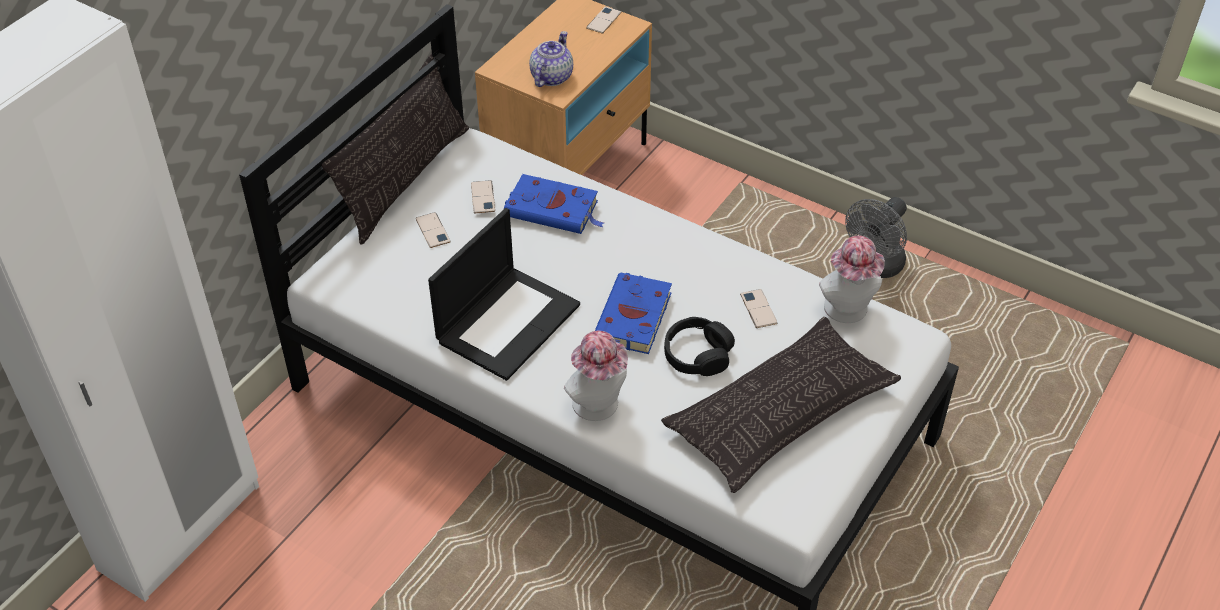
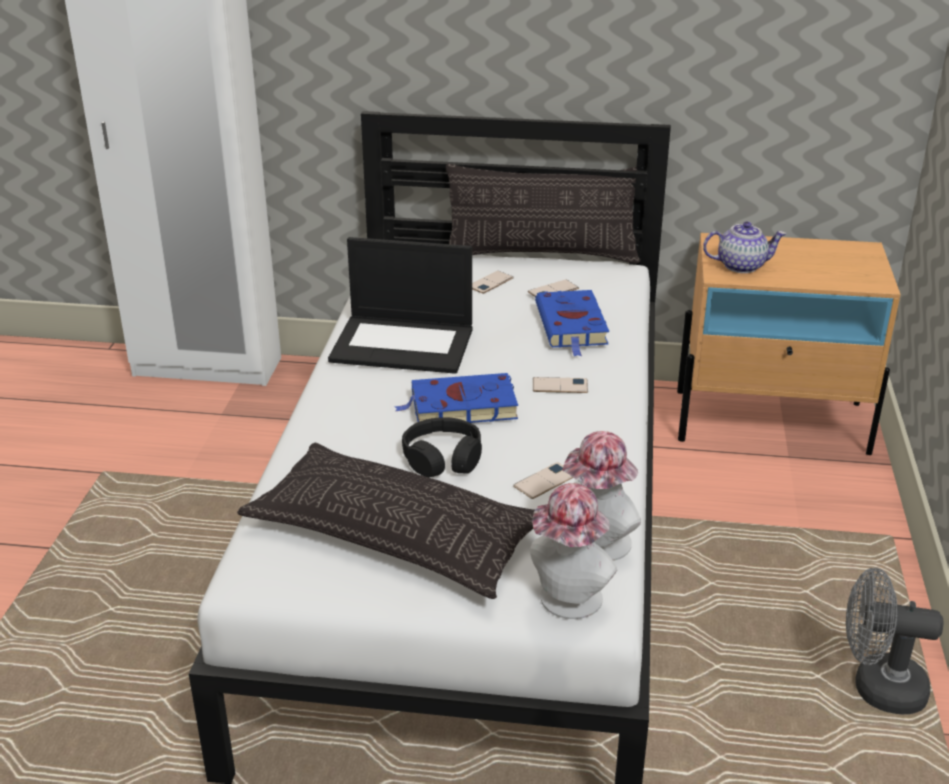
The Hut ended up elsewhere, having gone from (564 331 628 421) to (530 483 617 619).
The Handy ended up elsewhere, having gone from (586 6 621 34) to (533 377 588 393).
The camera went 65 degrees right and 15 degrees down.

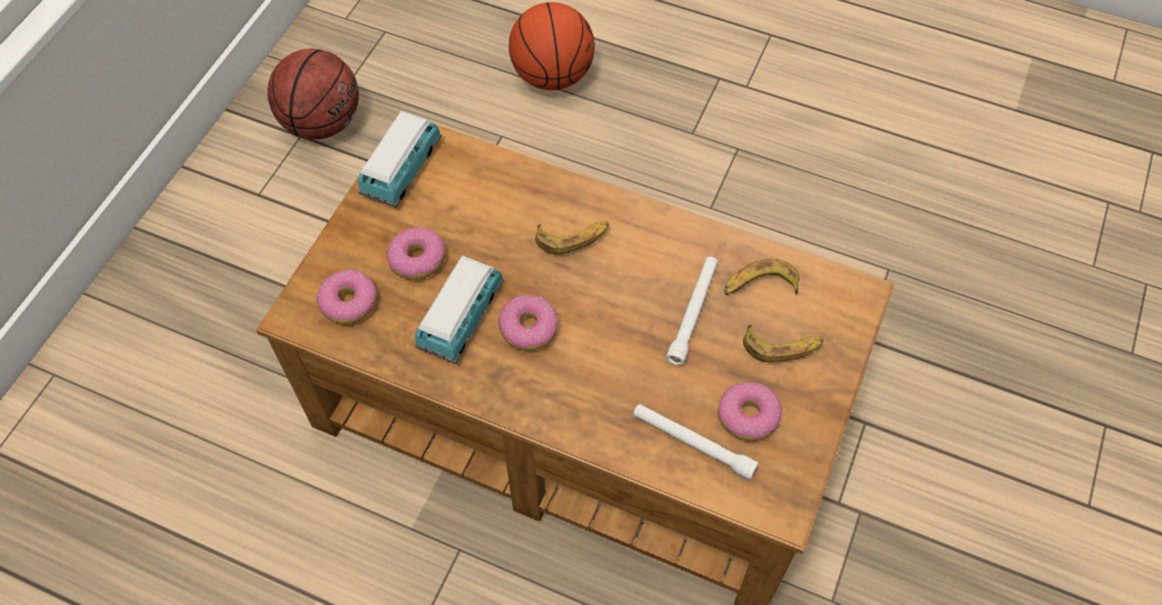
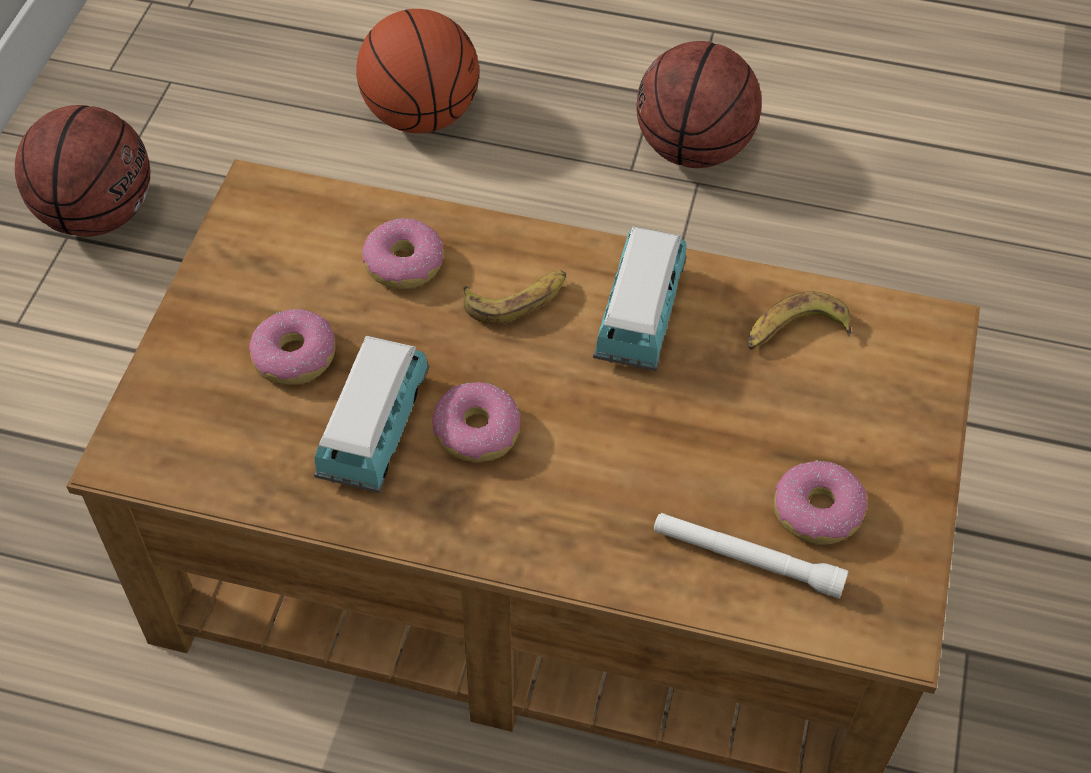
The second view lost the Taschenlampe [weiß] at (666 257 718 365).
The second view lost the Banane at (743 324 824 362).
The second view gained the Basketball at (636 41 762 168).
The Donut ended up elsewhere, having gone from (317 270 377 325) to (362 218 443 289).
The Spielzeugauto ended up elsewhere, having gone from (358 111 441 207) to (593 226 686 371).
The camera went 10 degrees left and 5 degrees down.

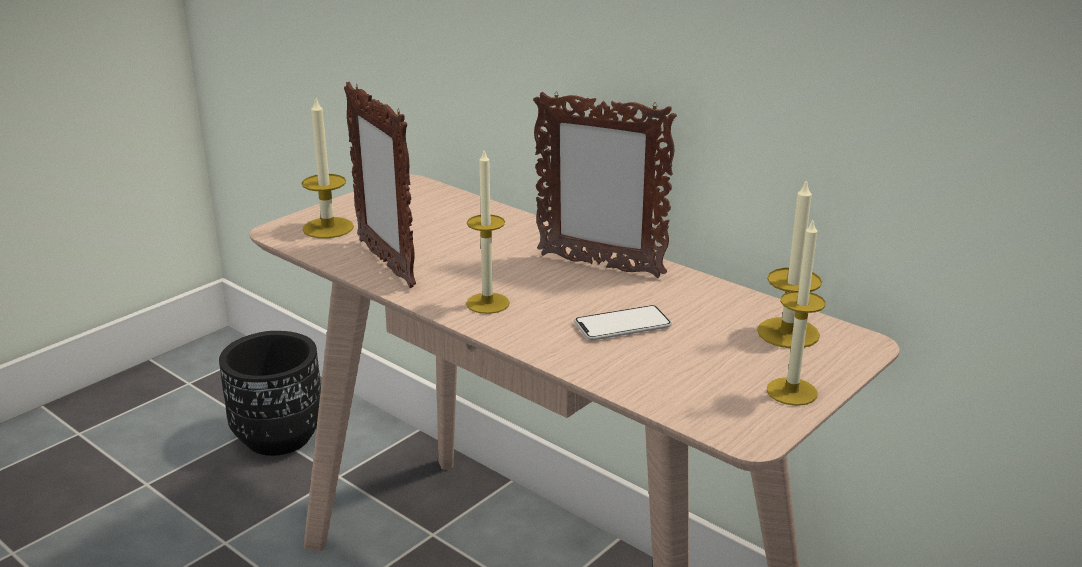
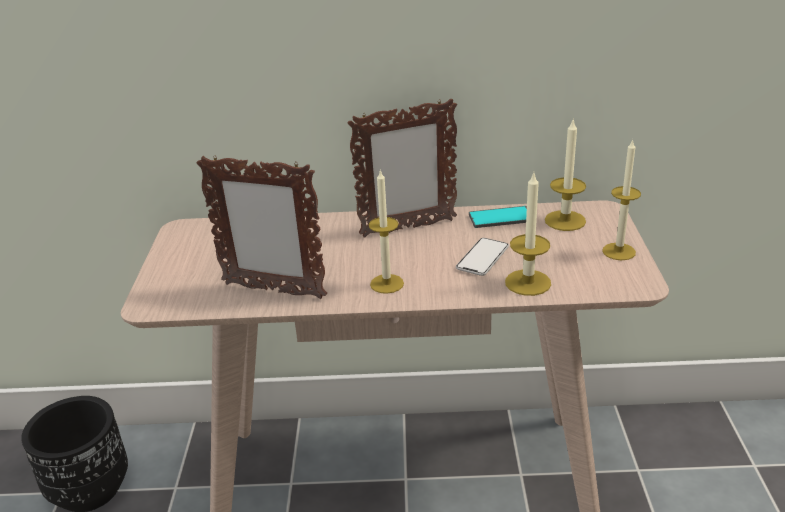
The second view gained the Handy at (469 206 527 228).
The Kerze ended up elsewhere, having gone from (302 96 354 238) to (505 173 551 296).
The camera went 40 degrees left and 5 degrees up.

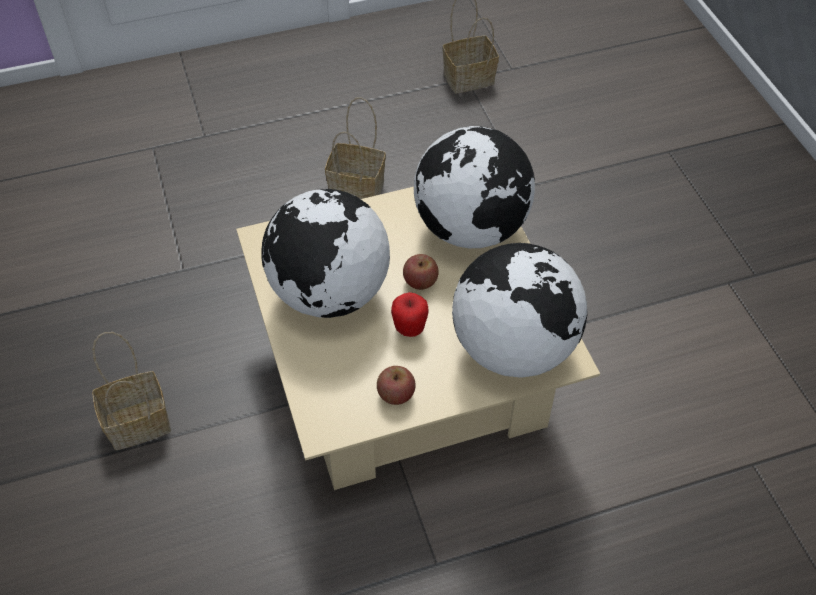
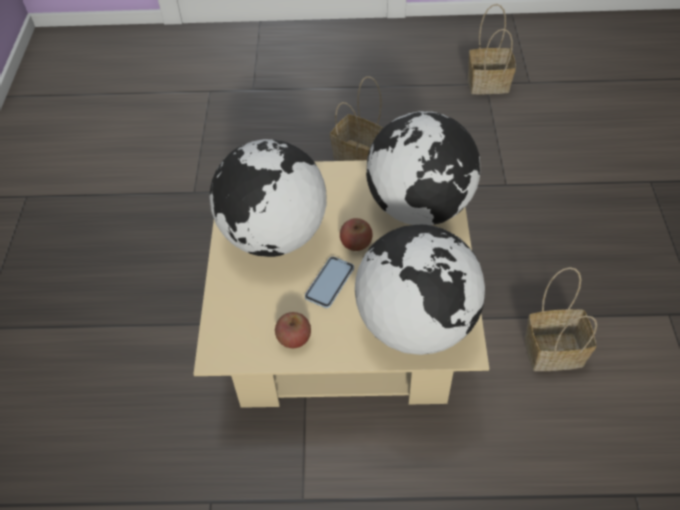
The Korb ended up elsewhere, having gone from (92 332 171 450) to (524 267 597 371).
Where the Apfel stood at (391 292 429 337), the Handy came to stand at (305 256 354 308).
The camera went 20 degrees right and 0 degrees up.

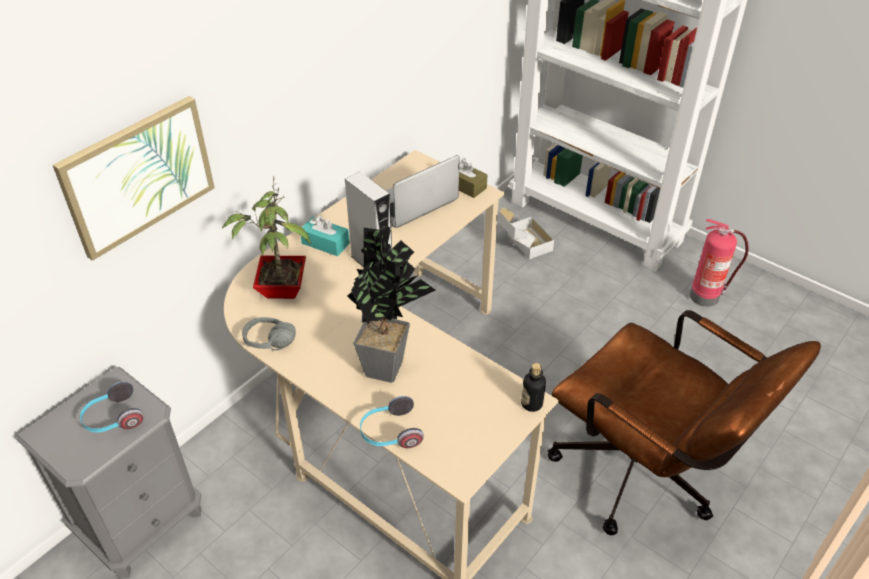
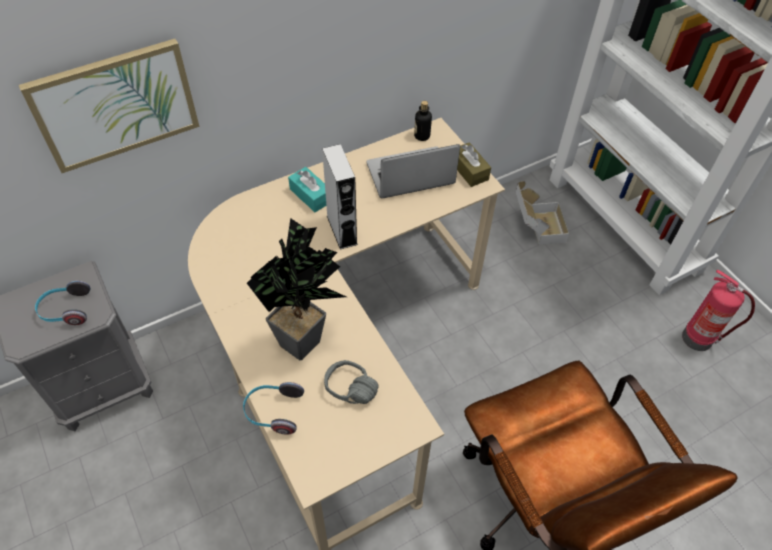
The second view lost the Topfpflanze at (222 177 311 299).
The Kopfhörer [grau] ended up elsewhere, having gone from (242 317 296 350) to (324 360 379 404).
The Flasche ended up elsewhere, having gone from (521 363 546 412) to (414 101 432 141).
The camera went 20 degrees right and 10 degrees up.

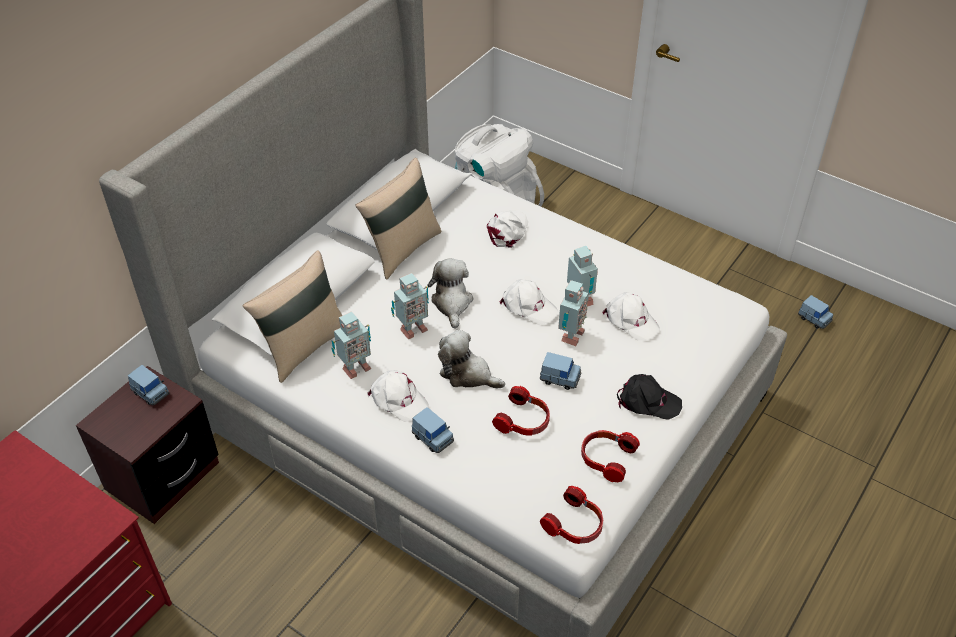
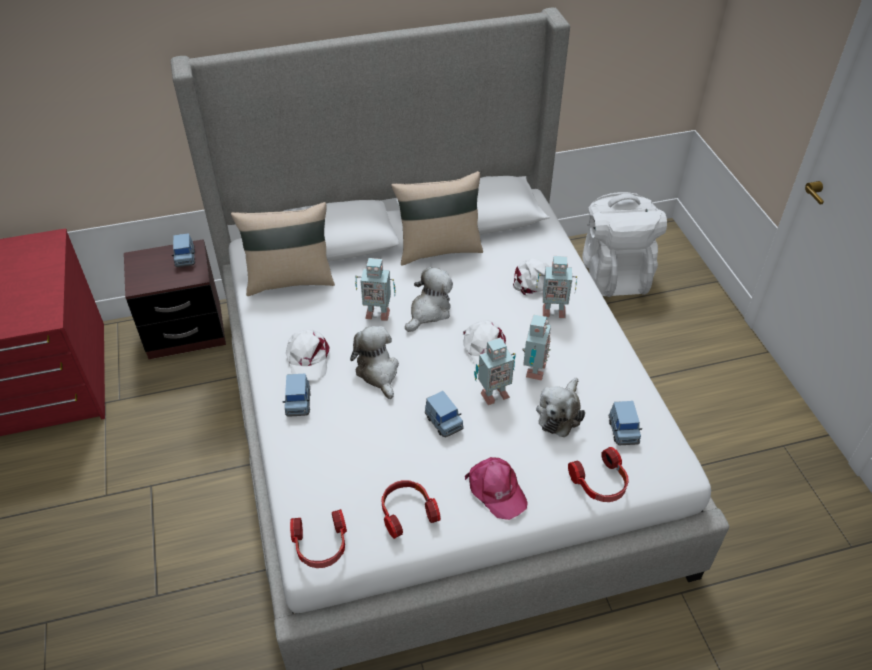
The Spielzeugroboter ended up elsewhere, having gone from (331 311 372 379) to (536 256 577 318).
The Kopfhörer ended up elsewhere, having gone from (492 386 550 436) to (568 447 629 502).
The Spielzeugauto [blau] ended up elsewhere, having gone from (798 295 833 329) to (608 401 642 446).
Where the Kappe [weiß] stood at (602 292 660 340), the Plüschtier came to stand at (536 378 585 438).
What was the Kappe [schwarz] at (617 374 682 420) turned into the Kappe [rosa] at (465 457 528 520).
The camera went 40 degrees right and 0 degrees up.

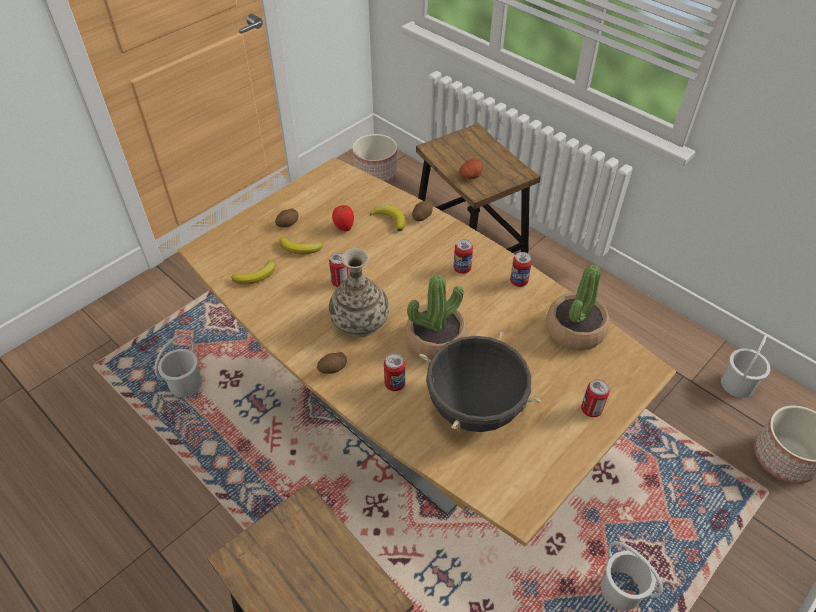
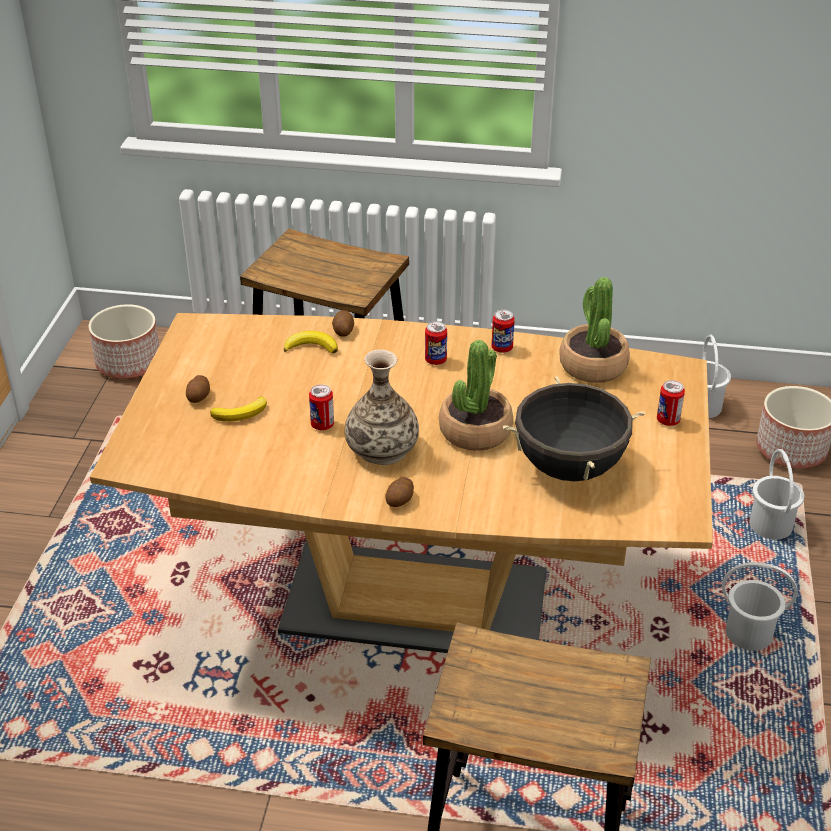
The second view lost the Banane at (231 260 275 285).
The second view lost the Tomate at (332 204 354 231).
The second view lost the Dose at (384 354 405 391).
The second view lost the Kartoffel at (459 158 483 179).
The Eimer [weiß] ended up elsewhere, having gone from (154 334 202 397) to (749 449 804 540).
The camera went 35 degrees left and 10 degrees down.

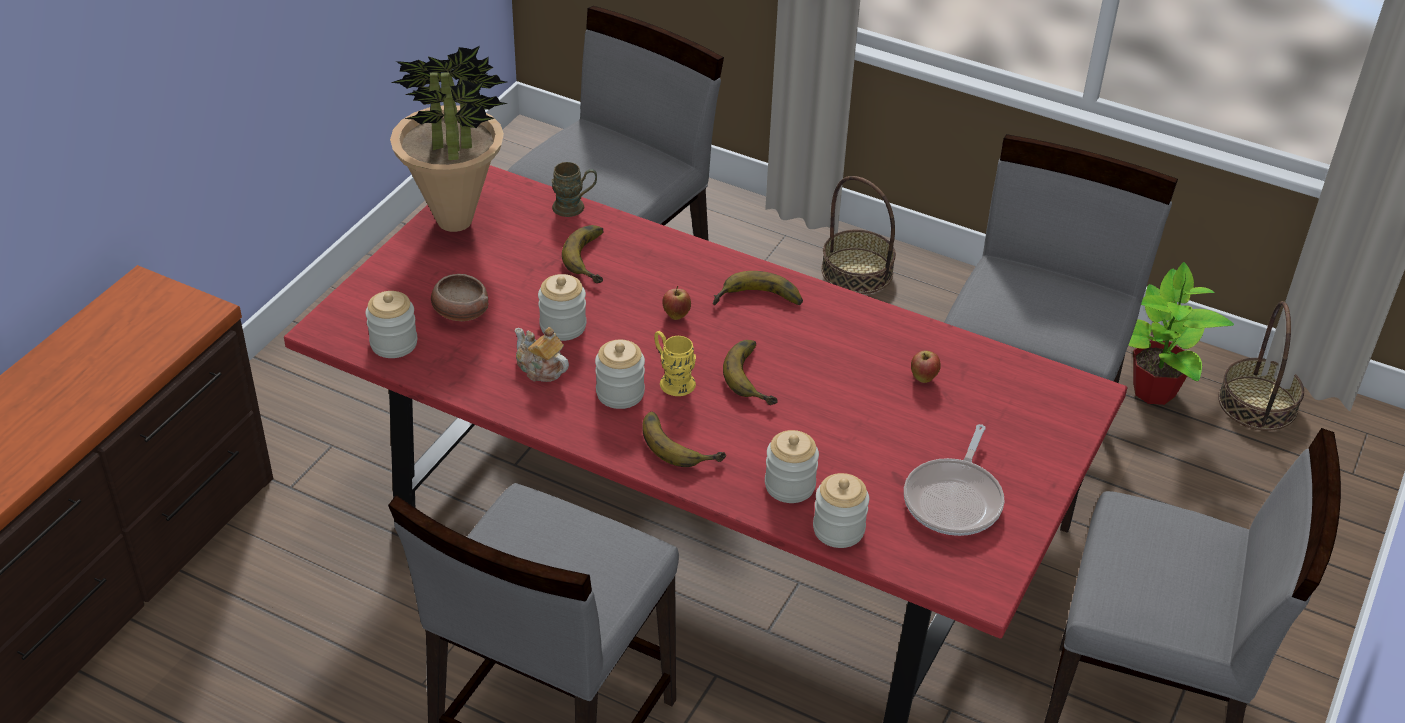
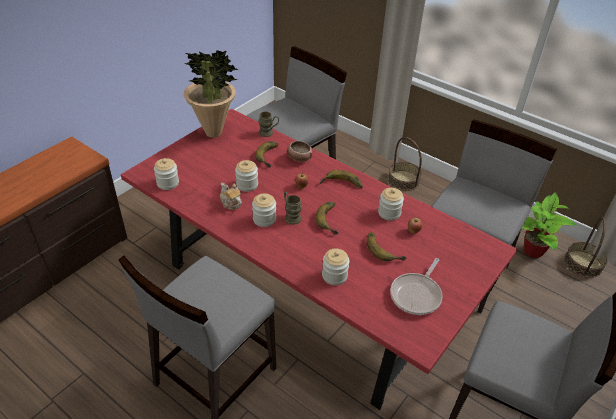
The Schüssel ended up elsewhere, having gone from (431 274 488 321) to (287 141 312 162).
The Banane ended up elsewhere, having gone from (642 412 726 467) to (367 232 406 261).
The Vorratsglas ended up elsewhere, having gone from (813 473 869 548) to (378 188 404 221).
What was the Henkelbecher [gelb] at (654 331 696 396) turned into the Henkelbecher [braun] at (284 192 302 225).
The camera went 10 degrees right and 0 degrees up.

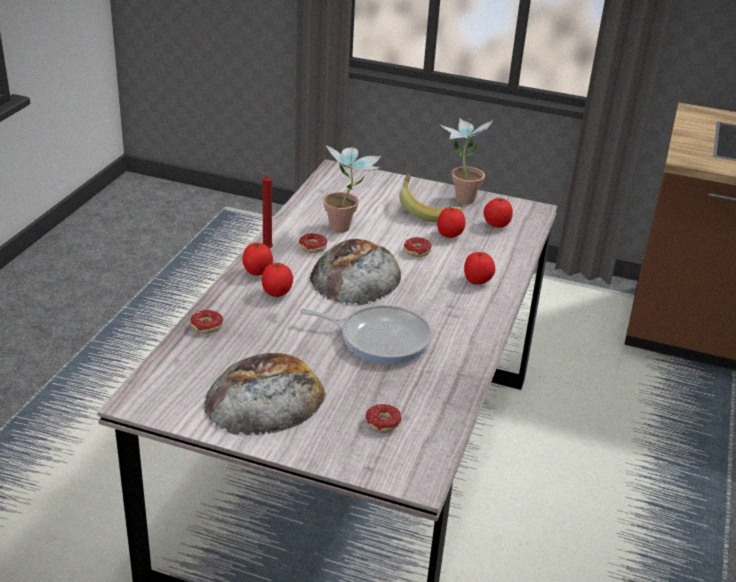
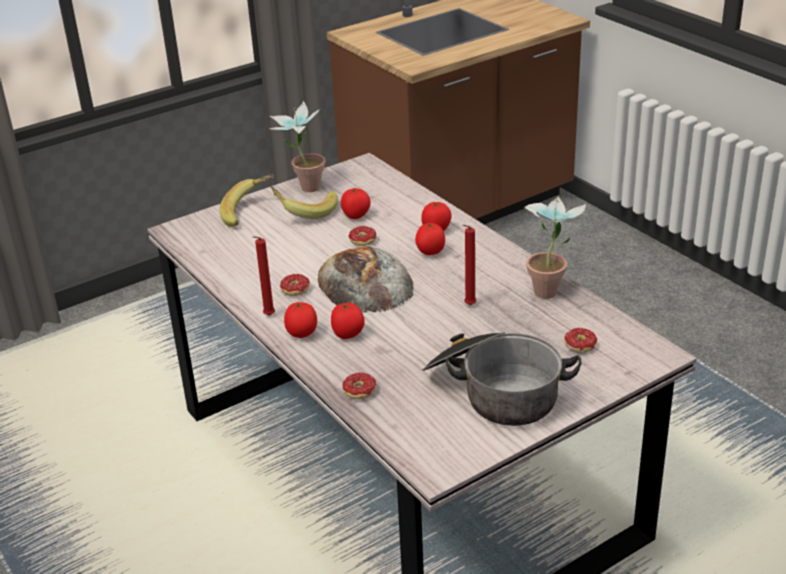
The second view gained the Banane at (219 174 274 227).
The Topfpflanze ended up elsewhere, having gone from (323 144 382 233) to (524 196 586 299).
The Tomate ended up elsewhere, having gone from (484 198 513 228) to (415 223 445 255).
Where the Brot stood at (204 353 326 435), the Kochtopf came to stand at (422 332 582 426).
Where the Pfanne stood at (300 305 432 364), the Kerze [rot] came to stand at (463 225 476 305).
The camera went 50 degrees left and 0 degrees up.

